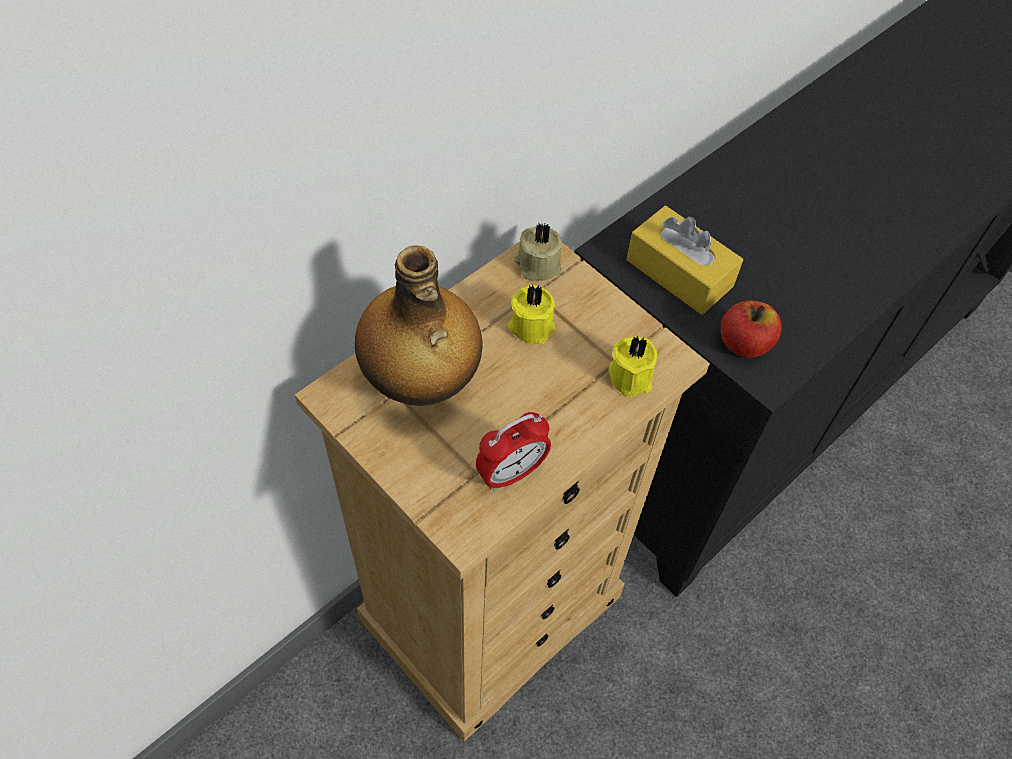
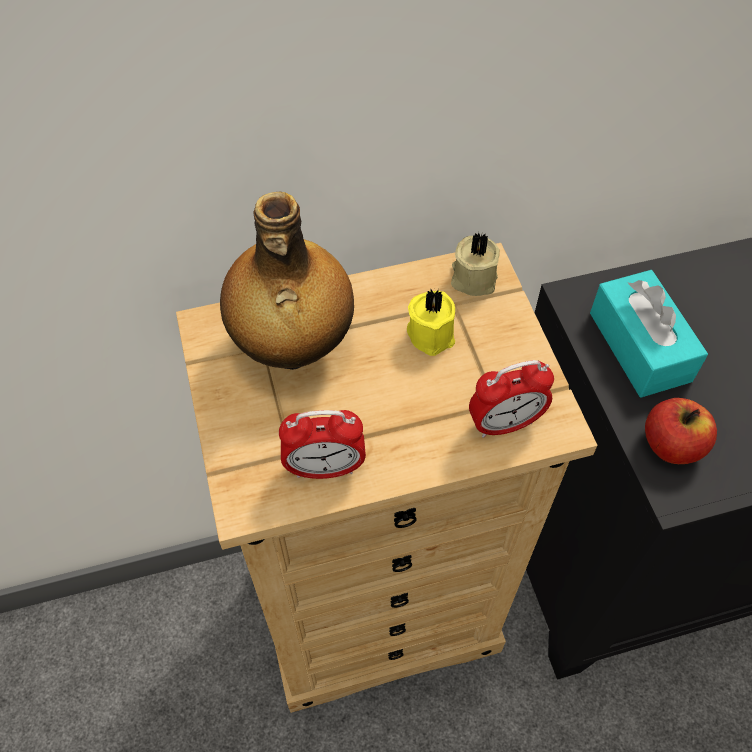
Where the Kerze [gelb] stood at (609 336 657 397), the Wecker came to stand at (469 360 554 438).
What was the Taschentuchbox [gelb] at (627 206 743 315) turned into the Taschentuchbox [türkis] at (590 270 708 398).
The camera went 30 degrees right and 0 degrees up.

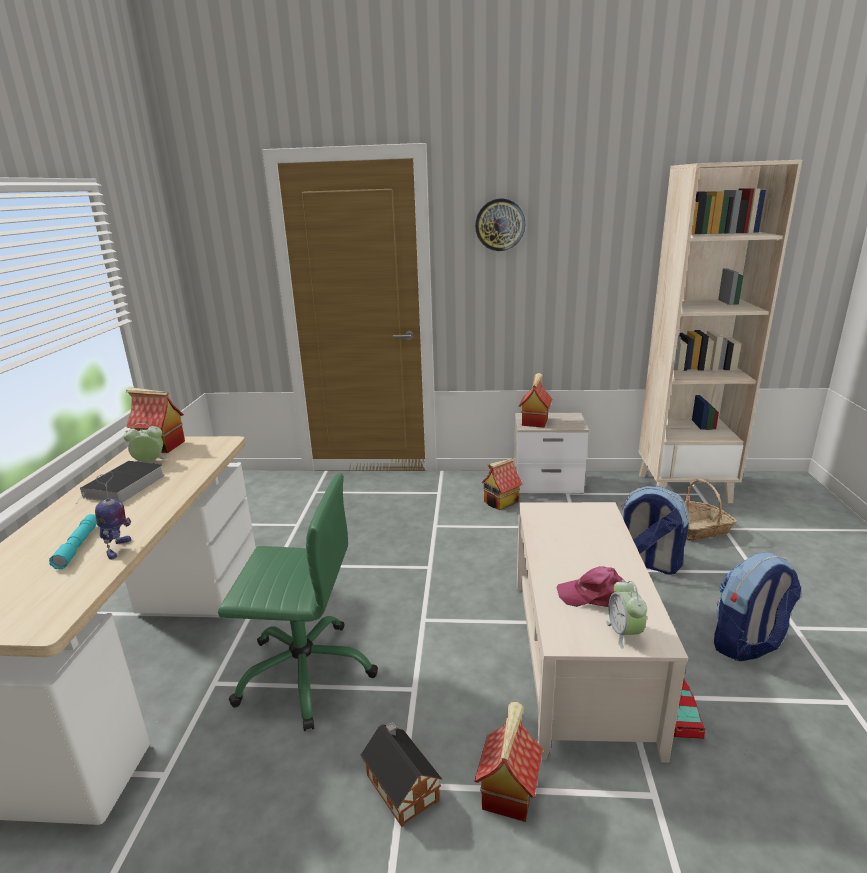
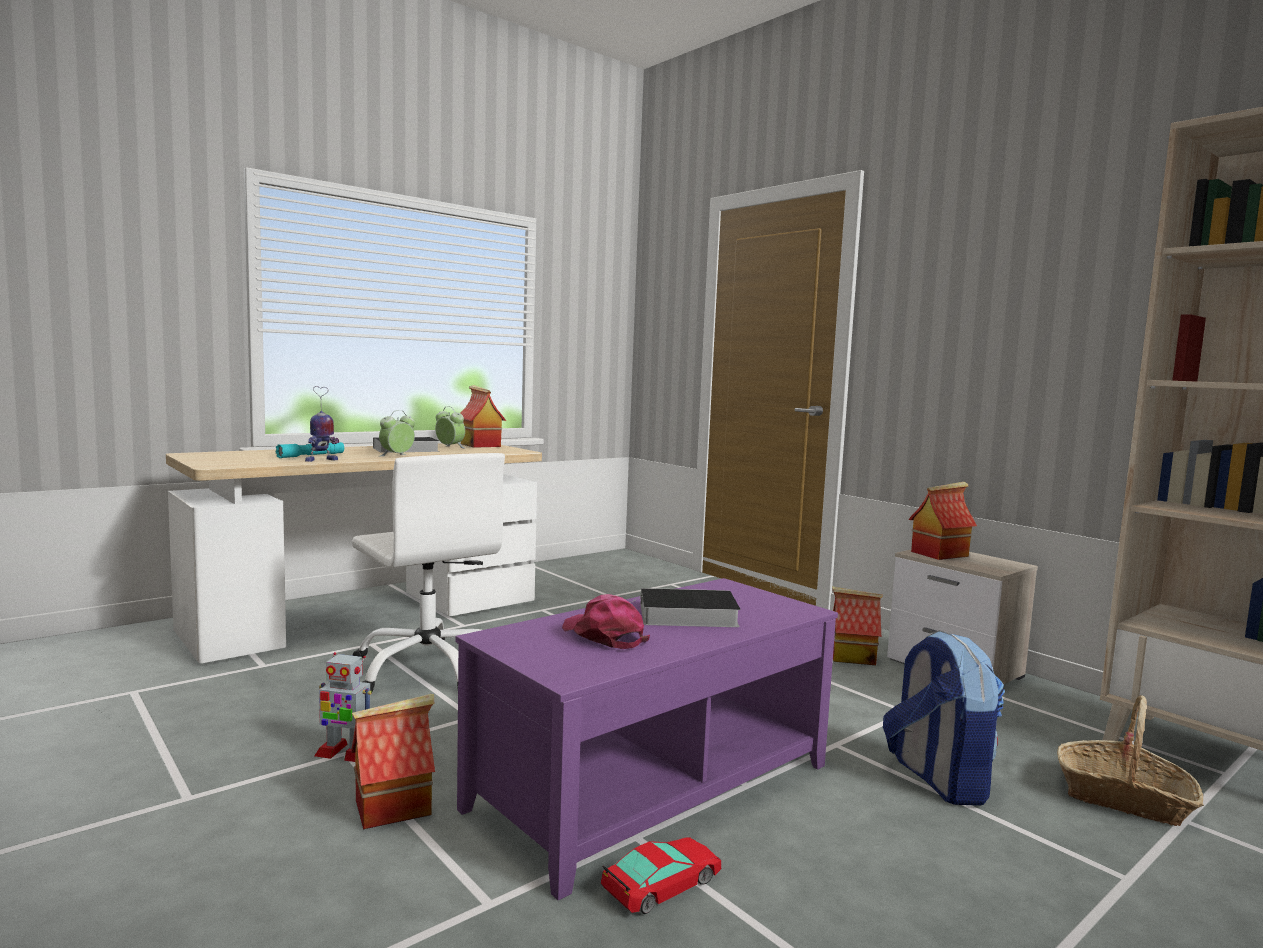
The second view lost the Wanduhr at (475 198 525 251).
The second view lost the Rucksack at (714 553 801 661).
The second view gained the Buch at (630 588 741 627).
The Wecker ended up elsewhere, having gone from (606 580 647 649) to (379 410 415 456).
Where the Spielzeughaus stood at (360 722 443 827), the Spielzeugroboter came to stand at (314 652 372 762).
What was the Bürostuhl [grün] at (218 474 378 731) turned into the Bürostuhl [weiß] at (352 453 505 692).
What was the Couchtisch [beige] at (517 502 688 763) turned into the Couchtisch [lila] at (456 578 838 900).
The camera went 45 degrees right and 15 degrees down.

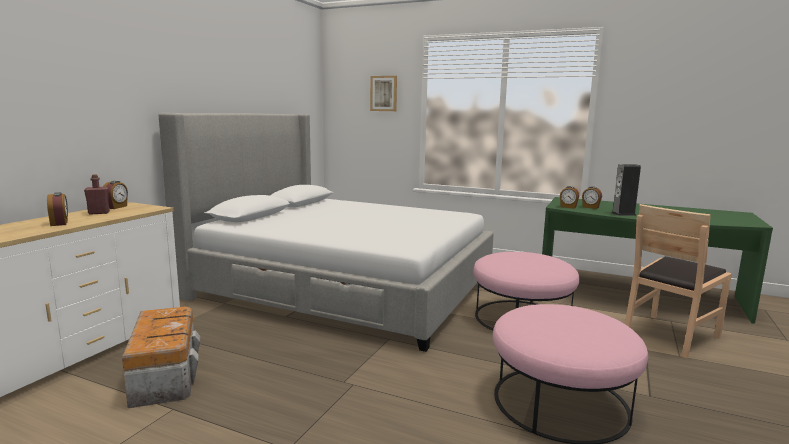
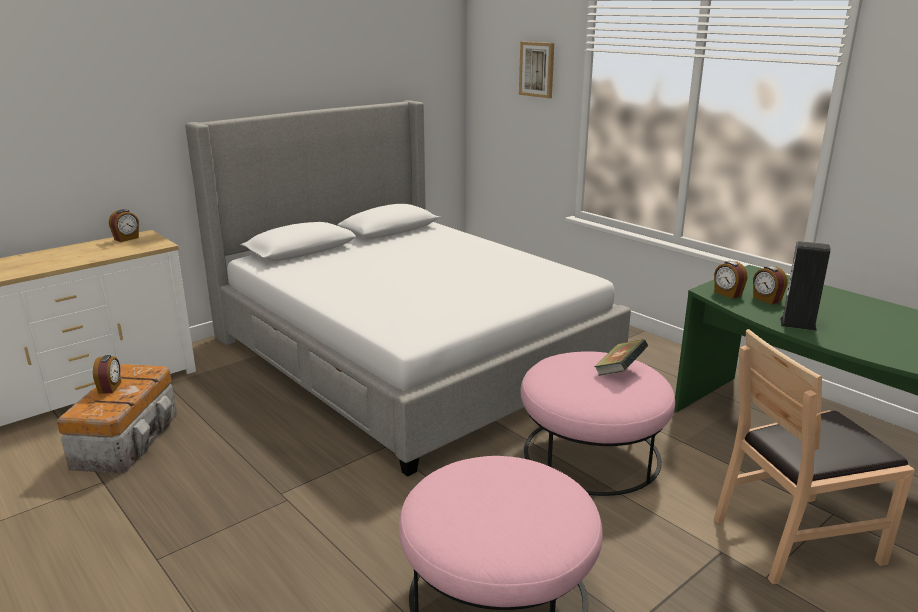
The second view lost the Flasche [rot] at (84 174 110 215).
The second view gained the Buch at (594 339 648 376).
The Wecker ended up elsewhere, having gone from (47 192 68 226) to (93 355 121 394).
The camera went 25 degrees right and 10 degrees up.

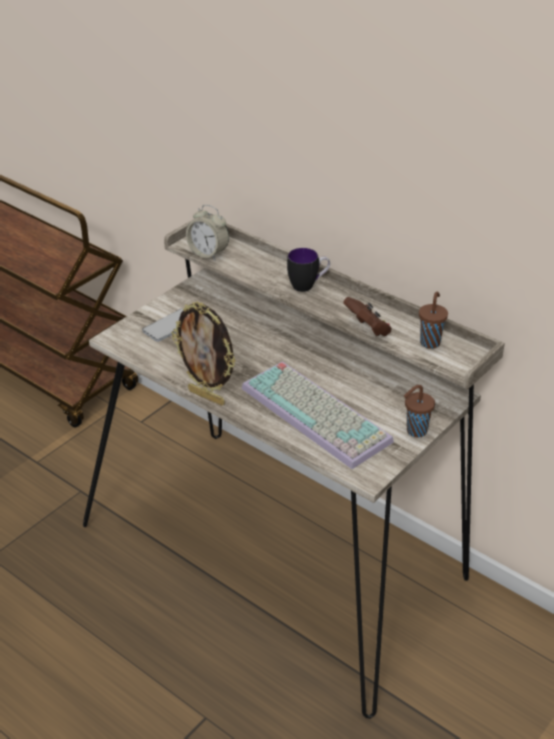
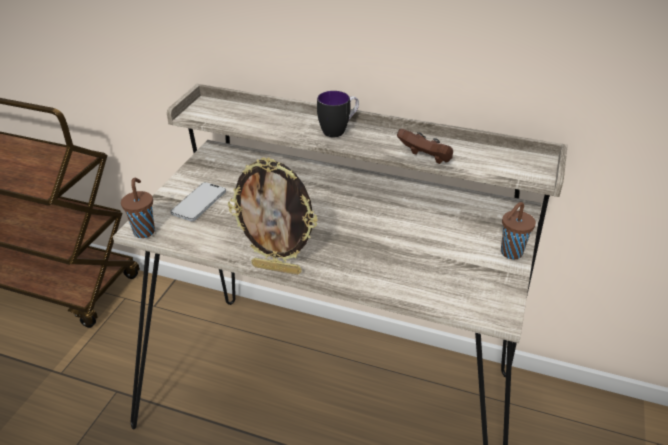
The second view lost the Wecker at (186 205 229 261).
The second view lost the Tastatur at (242 361 394 469).
The Tasse [braun] ended up elsewhere, having gone from (419 291 448 349) to (121 178 155 238).
The camera went 20 degrees left and 0 degrees up.

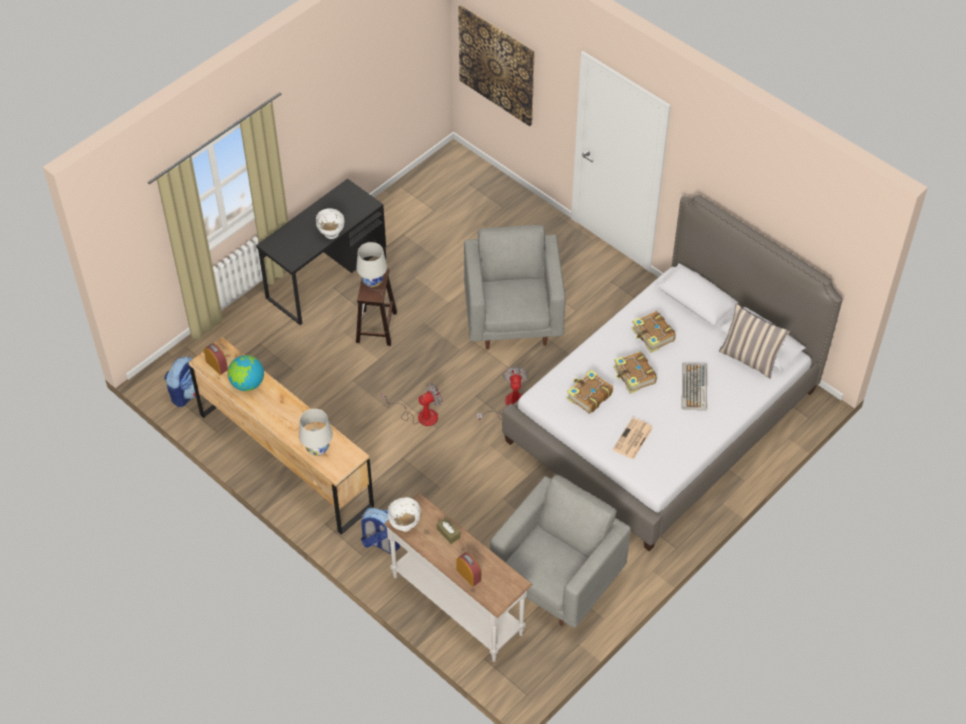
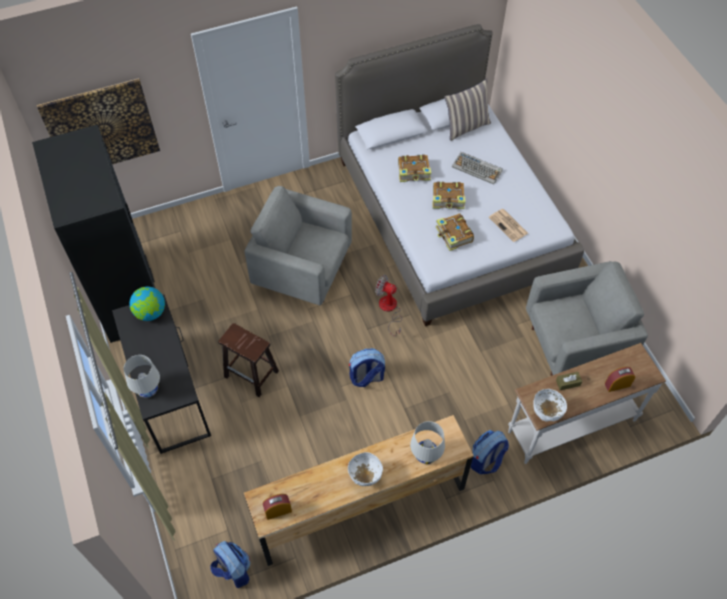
The second view gained the Kleiderschrank [schwarz] at (32 125 155 343).
The Globus ended up elsewhere, having gone from (228 355 264 391) to (129 286 165 321).
The Schüssel [weiß] ended up elsewhere, having gone from (316 208 344 239) to (348 452 383 486).
The Tischlampe [weiß] ended up elsewhere, having gone from (356 242 387 287) to (124 355 160 398).
Where the Ventilator stood at (381 383 443 426), the Rucksack came to stand at (349 348 385 387).
The Sessel [grau] at (490 475 631 628) ended up facing another way, 105 degrees clockwise from before.
The camera went 65 degrees left and 5 degrees up.

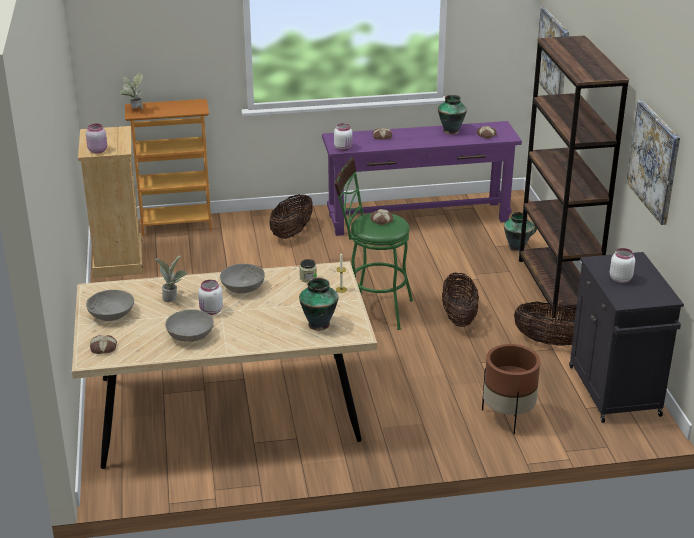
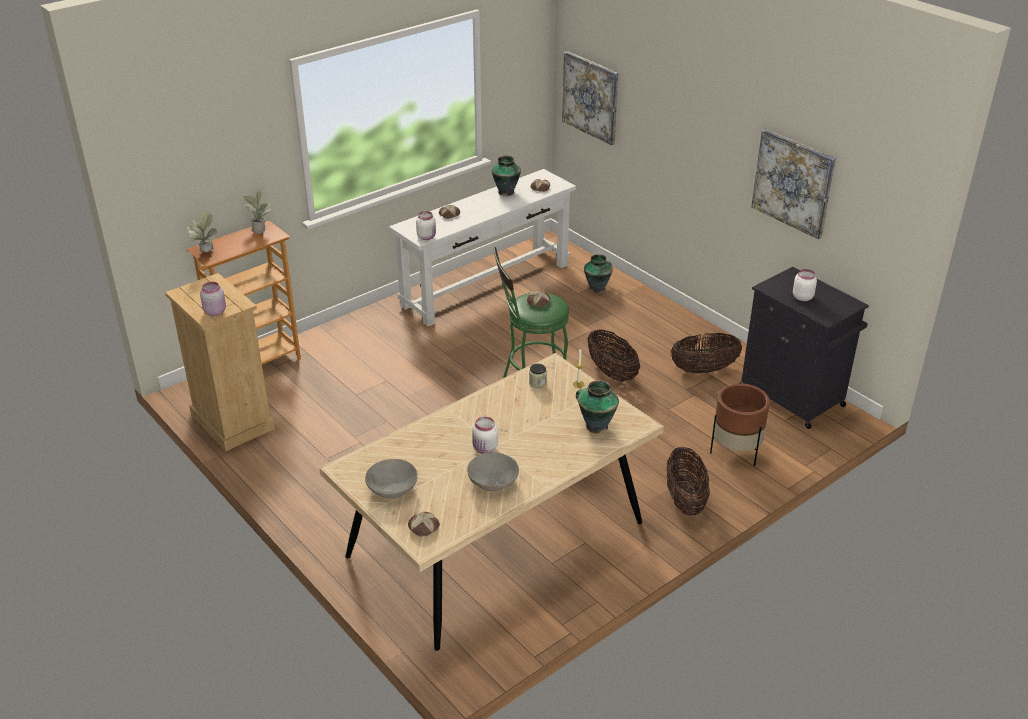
The second view lost the Schüssel [grau] at (220 264 265 294).
The second view lost the Bücherregal [braun] at (519 36 629 318).
The Topfpflanze ended up elsewhere, having gone from (156 256 188 302) to (243 190 271 234).
The Korb ended up elsewhere, having gone from (269 194 313 239) to (667 447 710 515).
What was the Konsolentisch [lila] at (322 121 522 236) turned into the Konsolentisch [weiß] at (389 169 576 326).
The camera went 30 degrees left and 5 degrees up.

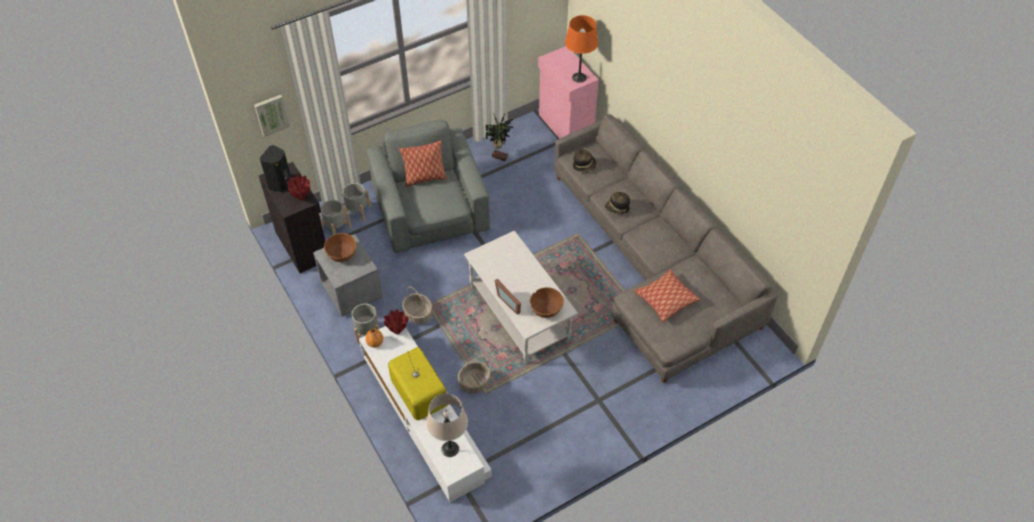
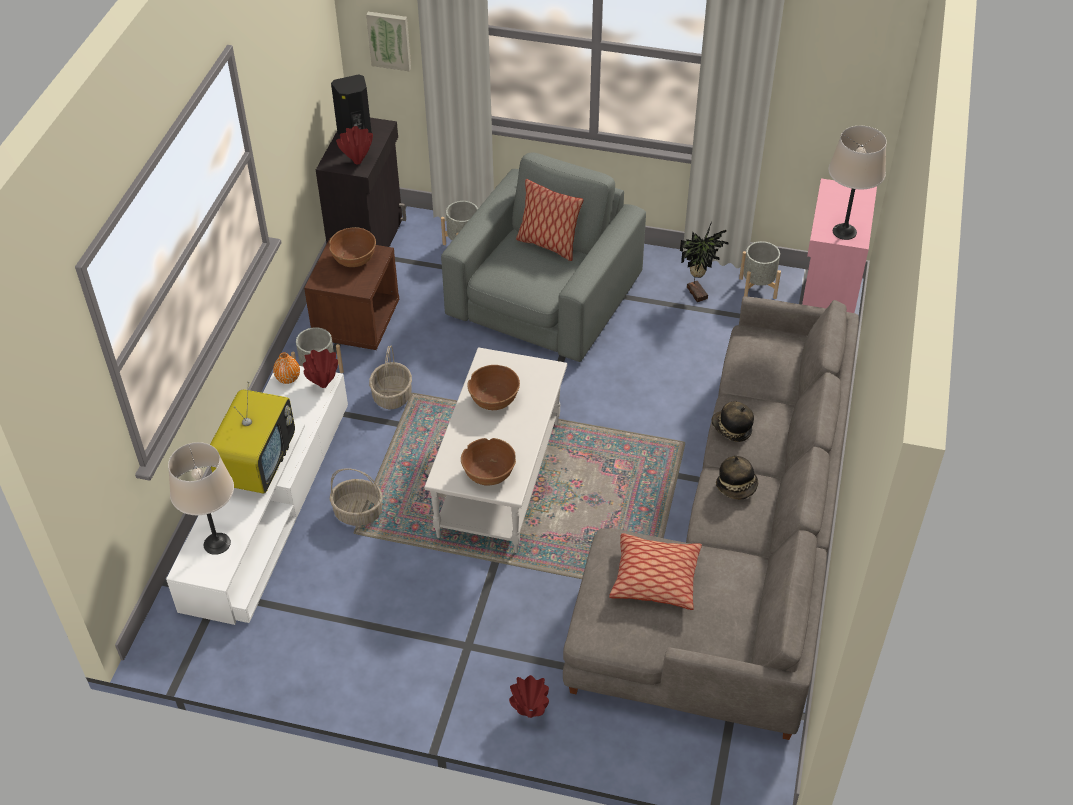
The second view lost the Bilderrahmen at (495 279 521 315).
The second view gained the Schüssel [braun] at (467 365 520 410).
The second view gained the Vase [rot] at (509 675 549 718).
The Pflanzkübel [grau] ended up elsewhere, having gone from (319 200 351 235) to (739 241 781 299).
The Hut ended up elsewhere, having gone from (573 150 597 173) to (716 456 758 499).
What was the Nachttisch [grau] at (313 234 383 316) turned into the Nachttisch [braun] at (304 237 399 350).
What was the Tischlampe [orange] at (565 15 598 83) turned into the Tischlampe [beige] at (829 126 887 240).
The camera went 45 degrees right and 5 degrees down.

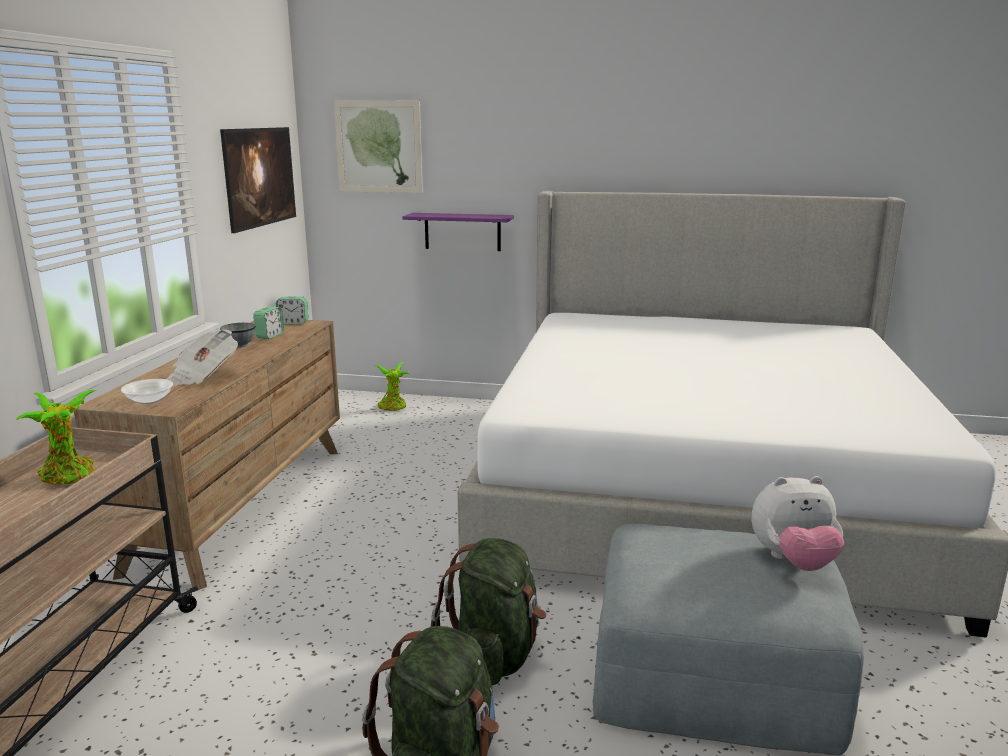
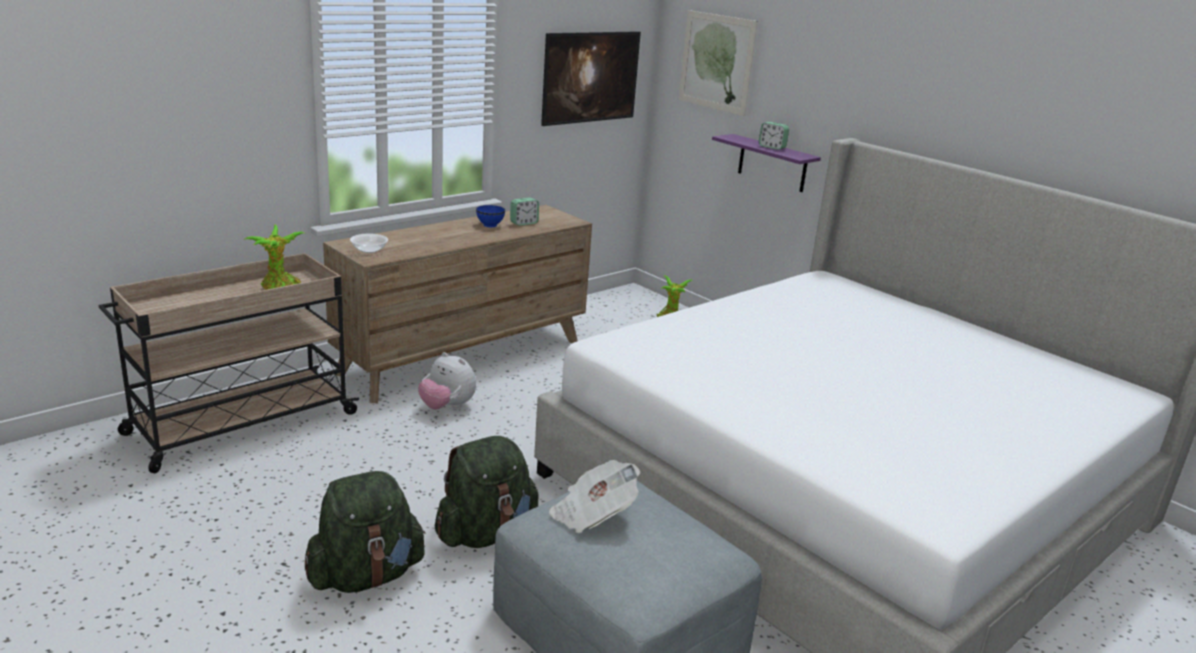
The Zeitung ended up elsewhere, having gone from (167 329 238 385) to (549 460 641 534).
The Wecker ended up elsewhere, having gone from (276 296 308 324) to (759 122 789 150).
The Plüschtier ended up elsewhere, having gone from (751 476 844 571) to (418 352 476 410).
What was the Schüssel [grau] at (220 323 256 348) turned into the Schüssel [blau] at (476 205 505 227).
The camera went 35 degrees right and 5 degrees up.

